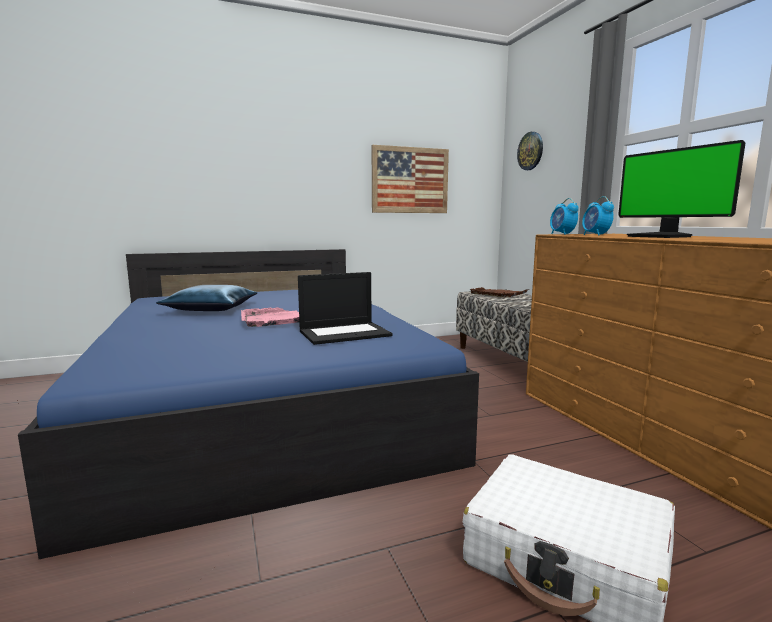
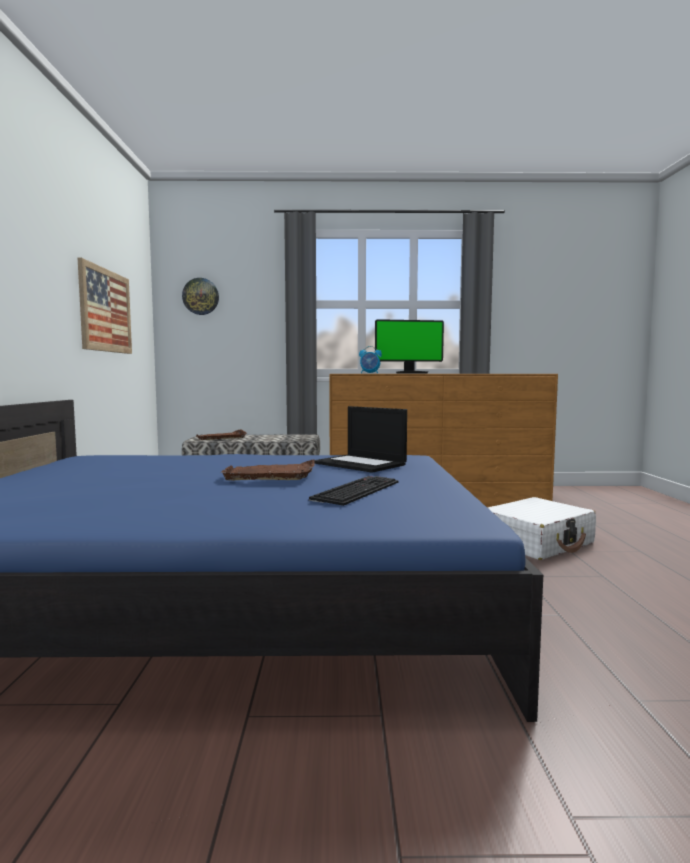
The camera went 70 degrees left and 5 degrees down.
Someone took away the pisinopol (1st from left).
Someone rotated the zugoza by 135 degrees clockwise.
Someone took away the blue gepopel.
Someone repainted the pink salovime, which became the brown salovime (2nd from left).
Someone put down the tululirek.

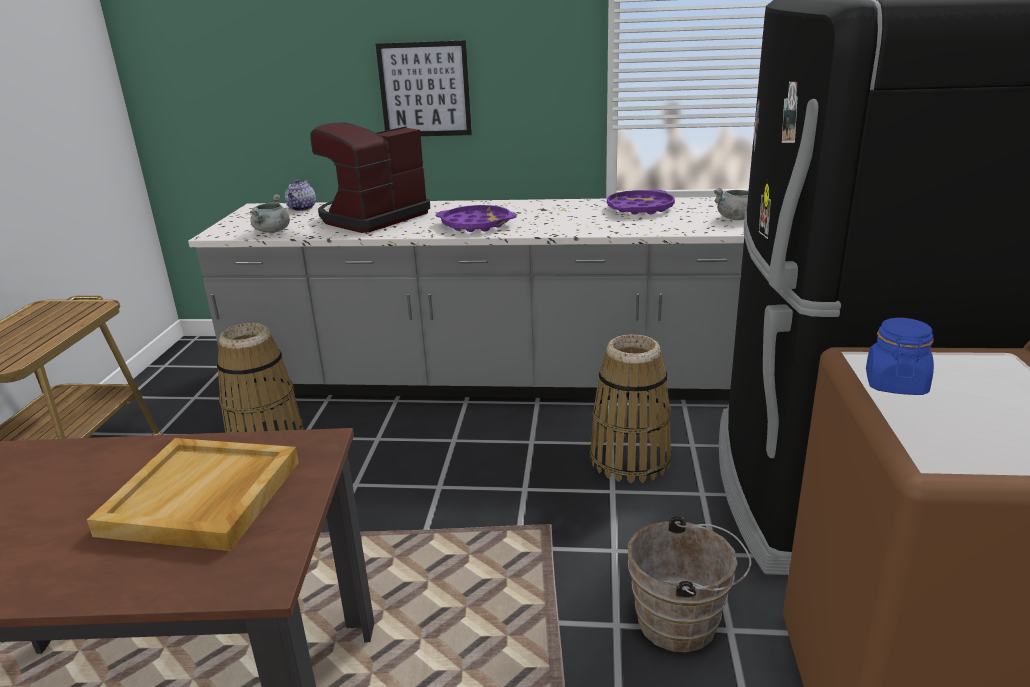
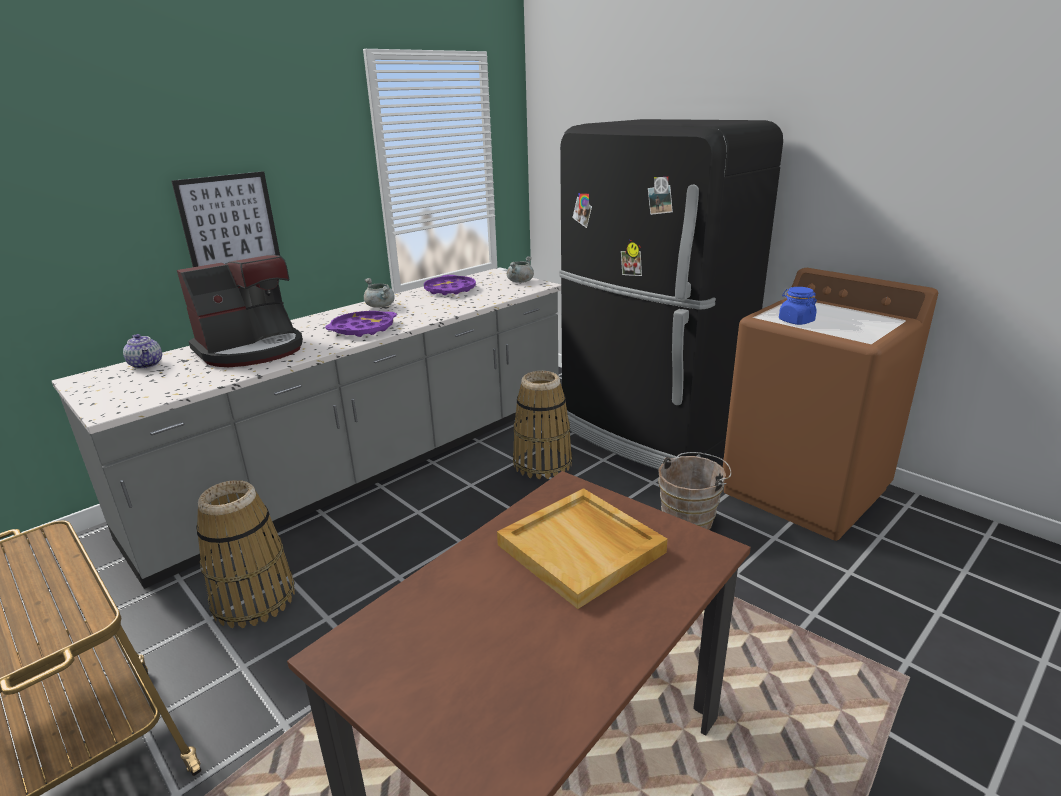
The camera went 50 degrees left and 0 degrees up.
Someone rotated the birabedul by 120 degrees counterclockwise.
Someone carried the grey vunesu (1st from left).

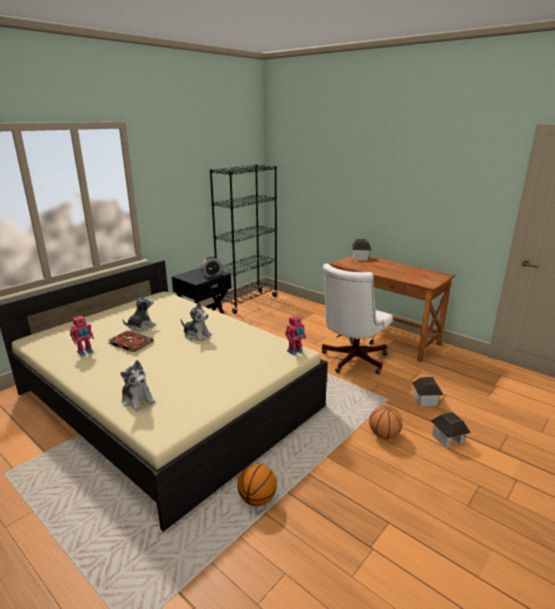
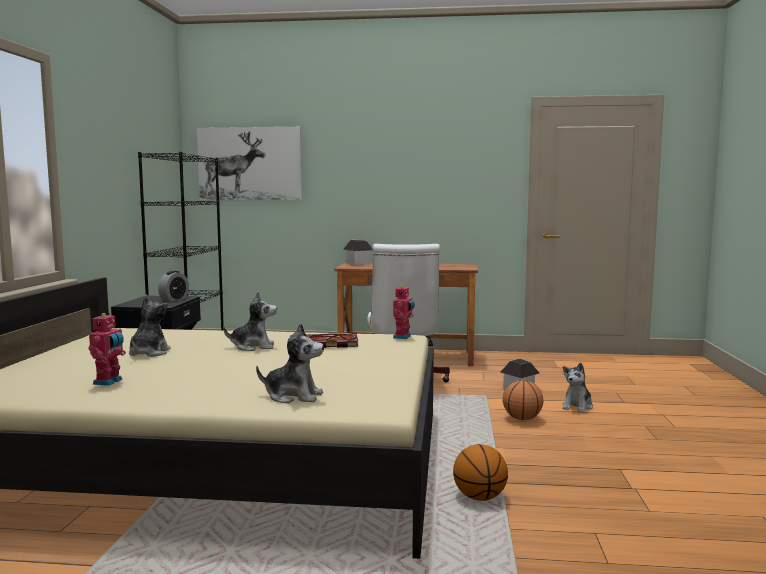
The camera went 35 degrees left and 15 degrees down.
Someone carried the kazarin.
Someone swapped the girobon (3rd from left) for the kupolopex (4th from left).
Someone put up the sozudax.

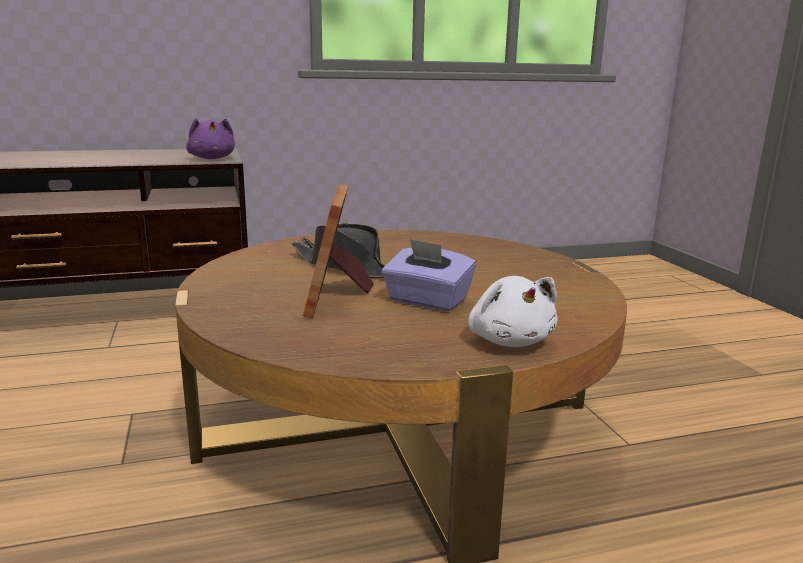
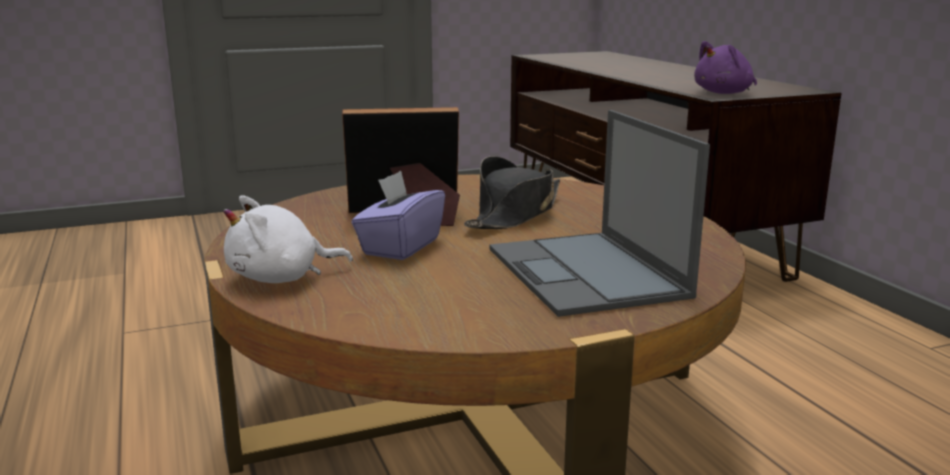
The camera went 85 degrees right and 0 degrees up.
Someone put down the zugoza.

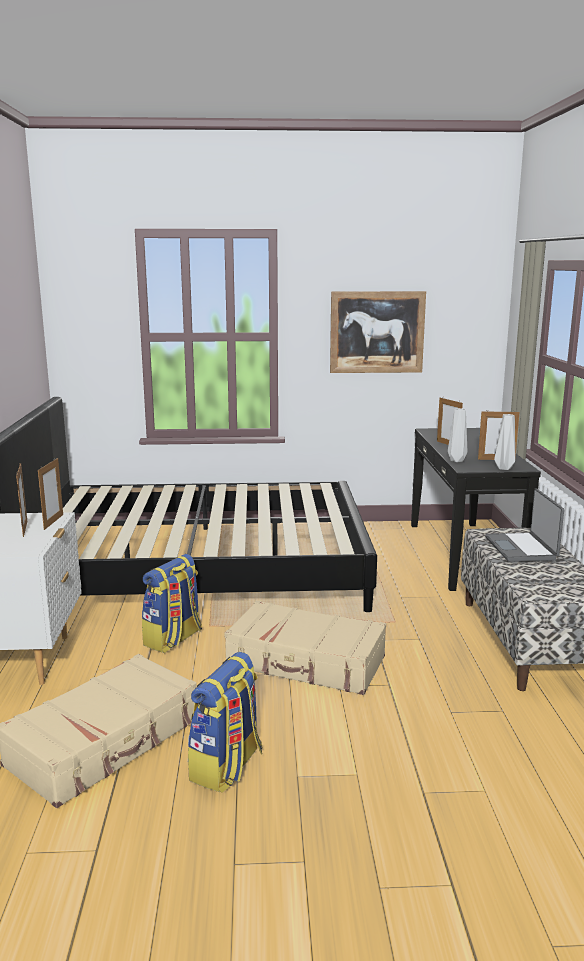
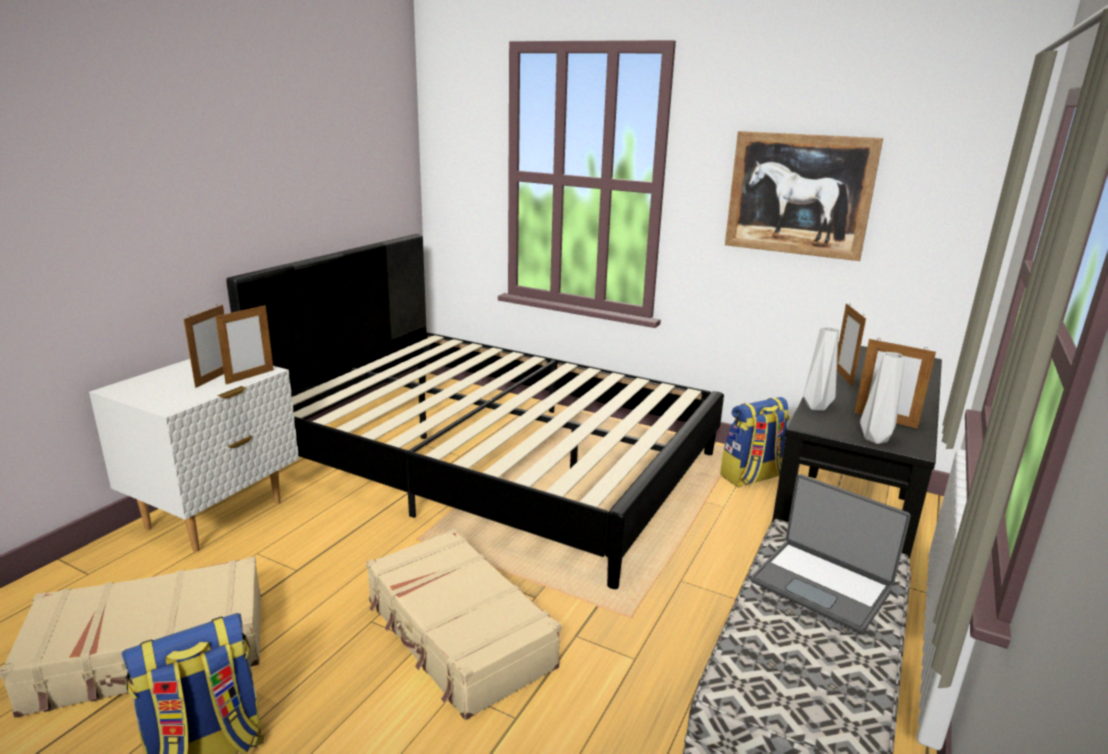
The camera went 30 degrees right and 5 degrees up.
Someone rotated the zugoza by 75 degrees counterclockwise.
Someone carried the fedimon (1st from left in the first image).

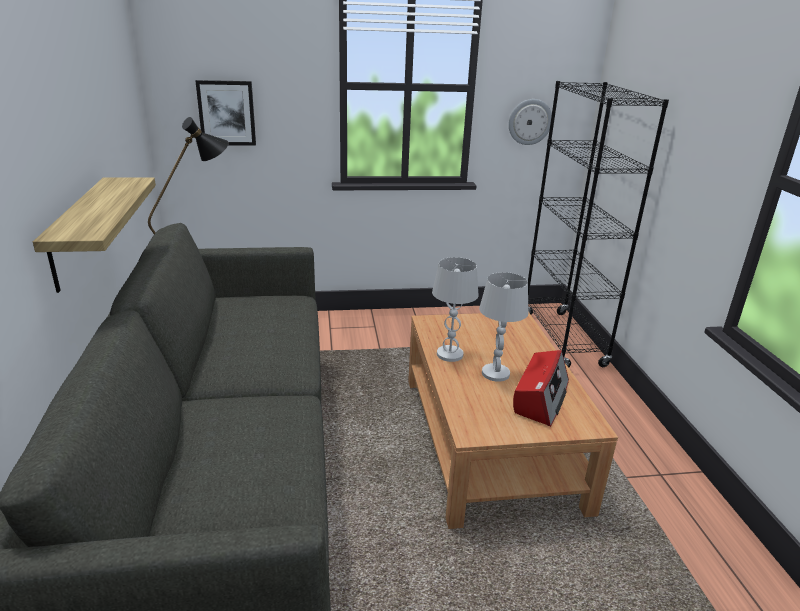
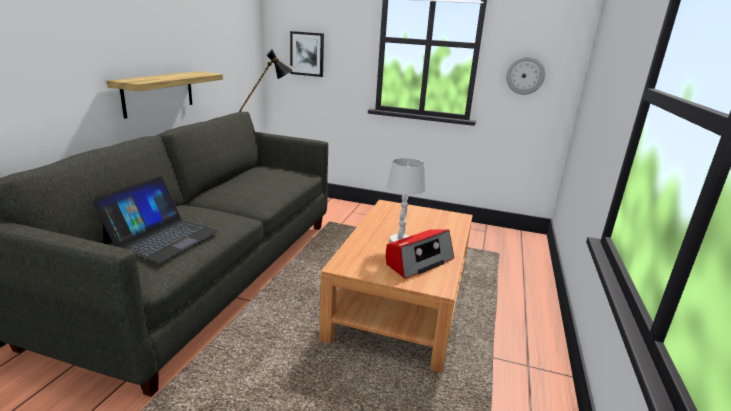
The camera went 25 degrees right and 5 degrees down.
Someone took away the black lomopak.
Someone took away the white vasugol (1st from left).
Someone put down the zugoza.

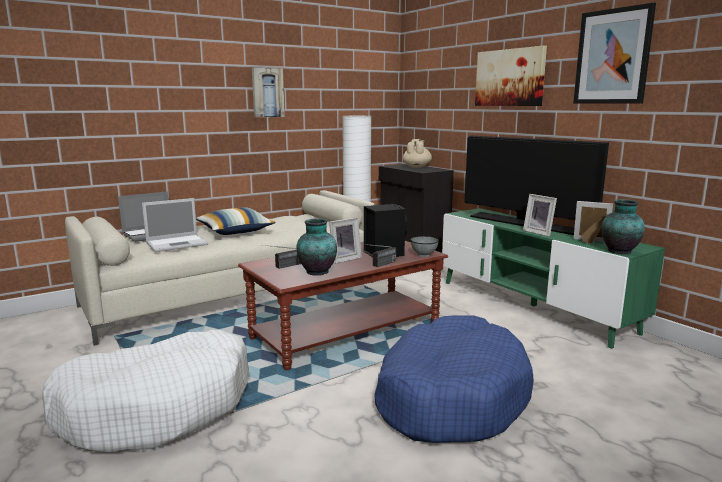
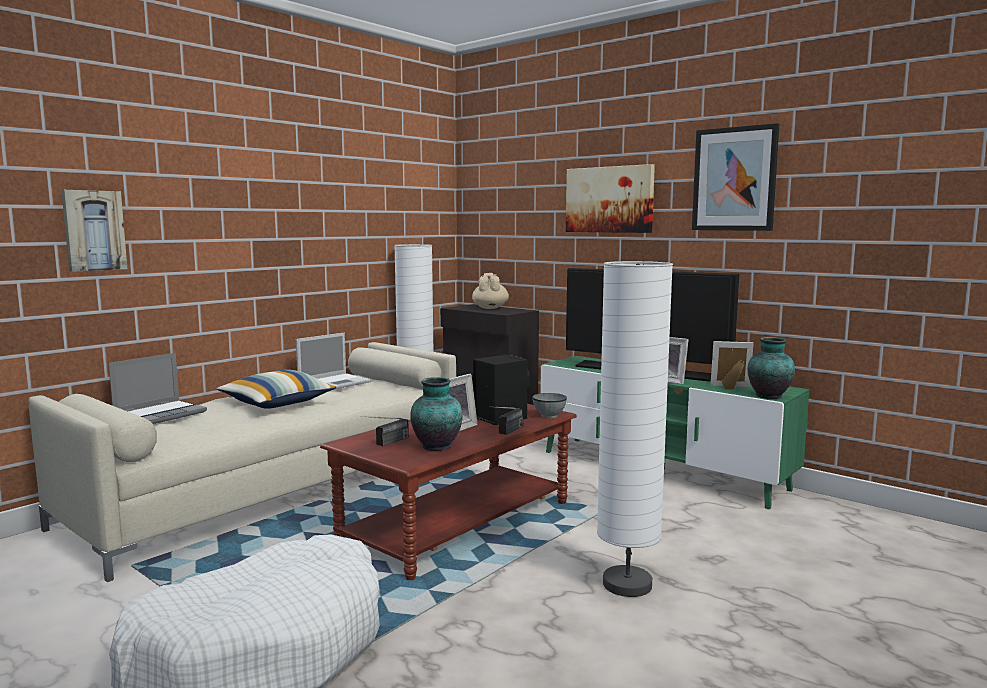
The camera went 15 degrees left and 5 degrees down.
Someone carried the sozudax (1st from left).
Someone carried the zugoza (2nd from left).
Someone swapped the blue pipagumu for the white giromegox (2nd from left).

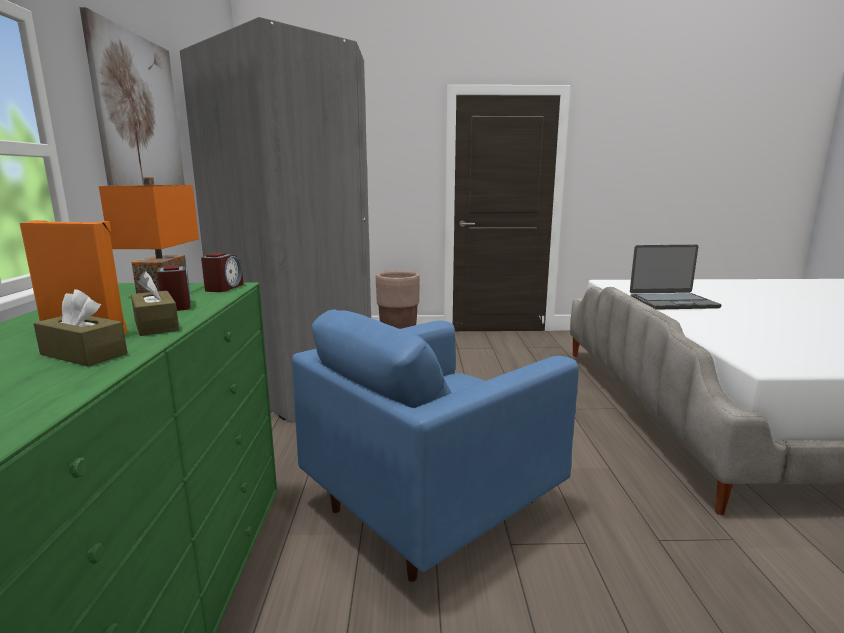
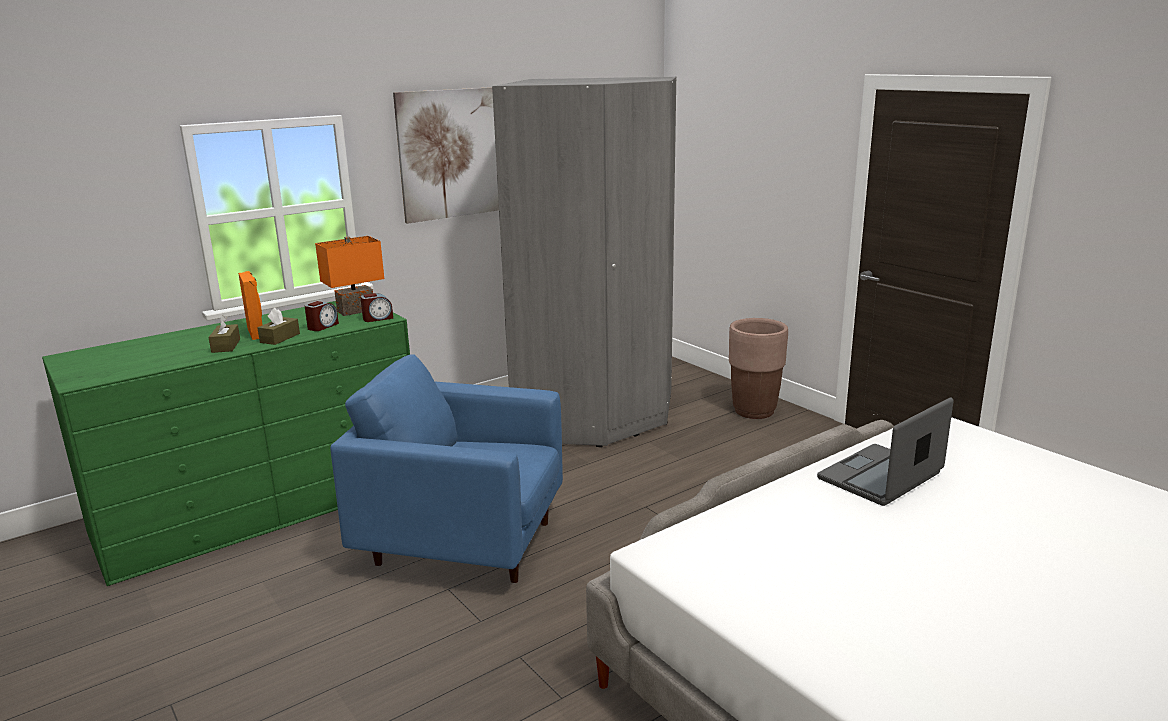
The camera went 55 degrees right and 5 degrees up.
Someone rotated the zugoza by 90 degrees clockwise.

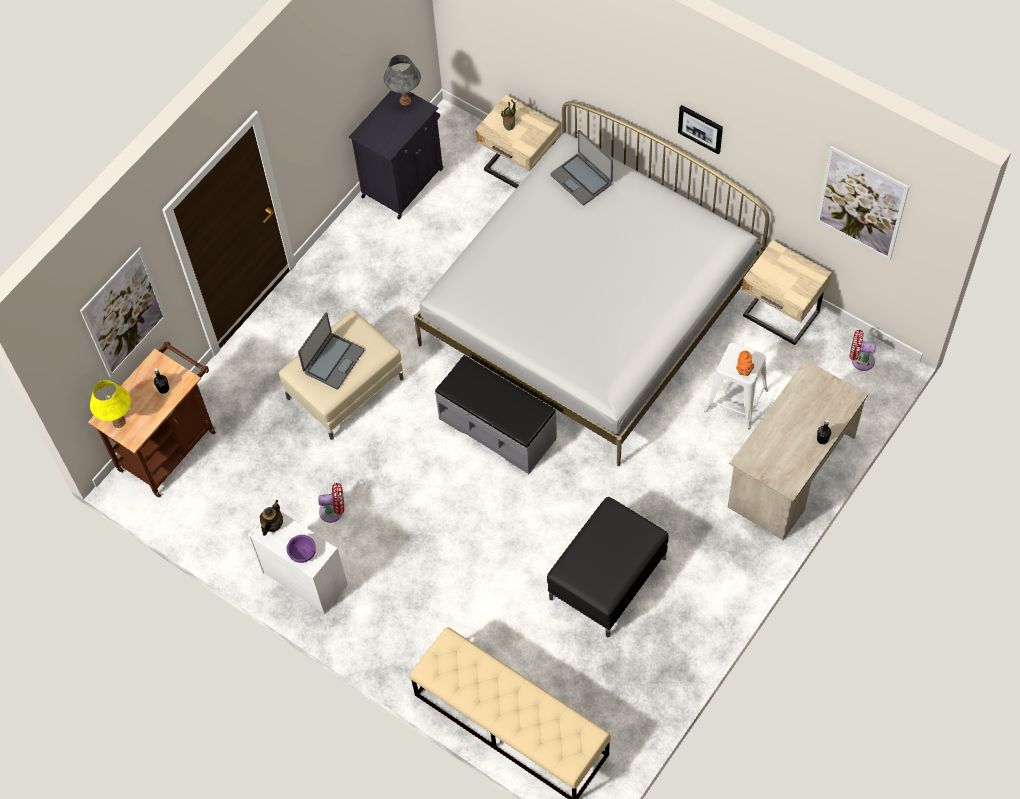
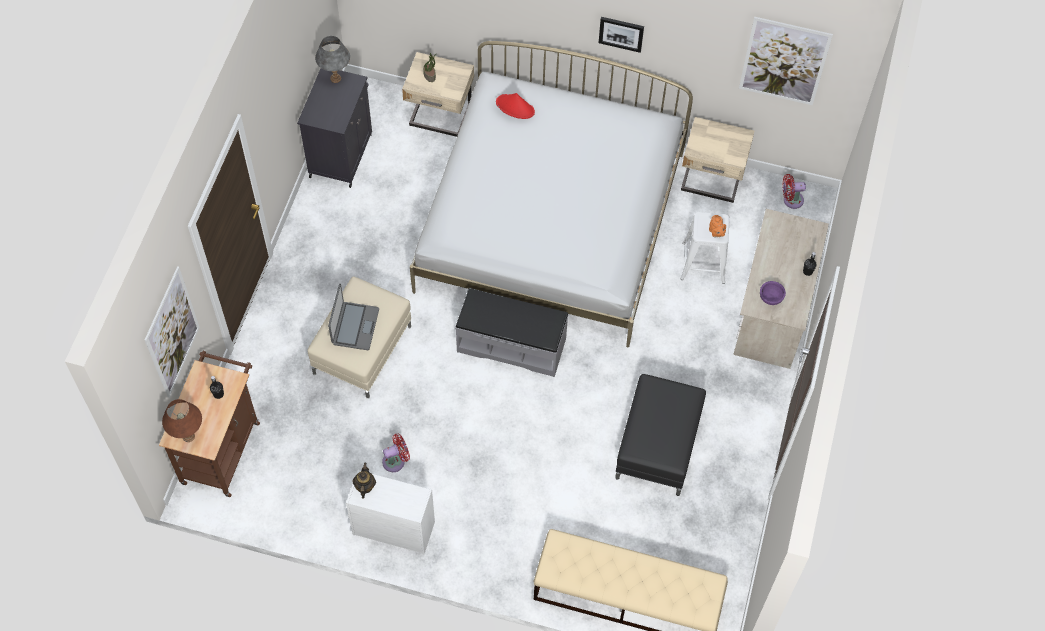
The camera went 25 degrees left and 0 degrees up.
Someone swapped the zugoza (2nd from left) for the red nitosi.
Someone repainted the yellow vasugol, which became the brown vasugol.
Someone carried the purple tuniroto.

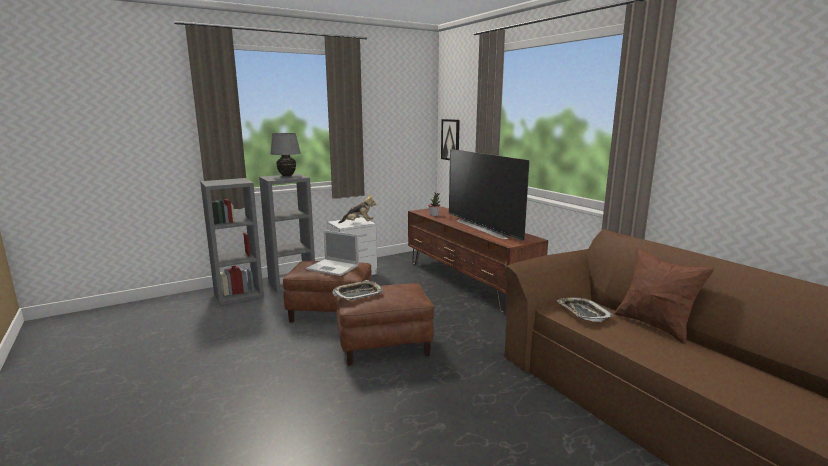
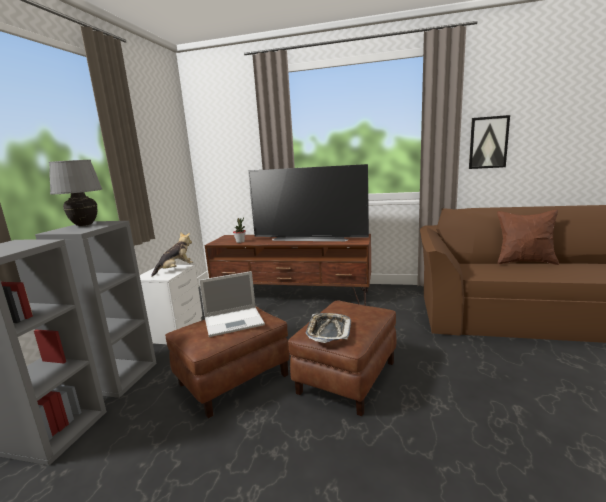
The camera went 45 degrees left and 0 degrees up.
Someone carried the sozudax.
Someone took away the salovime (2nd from left).

